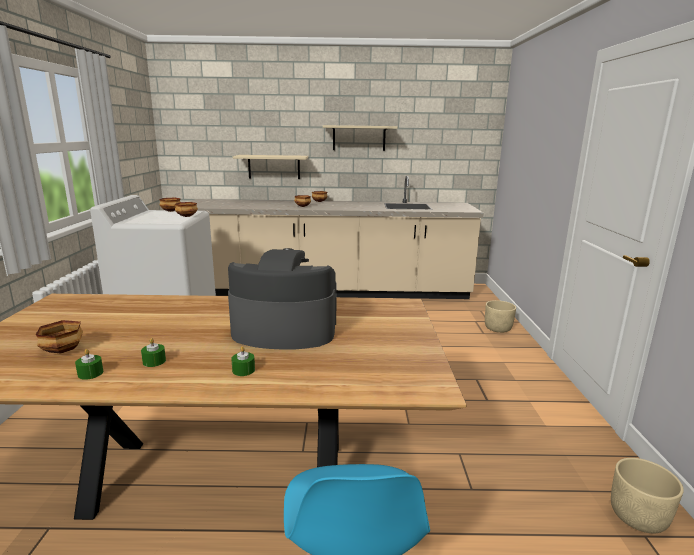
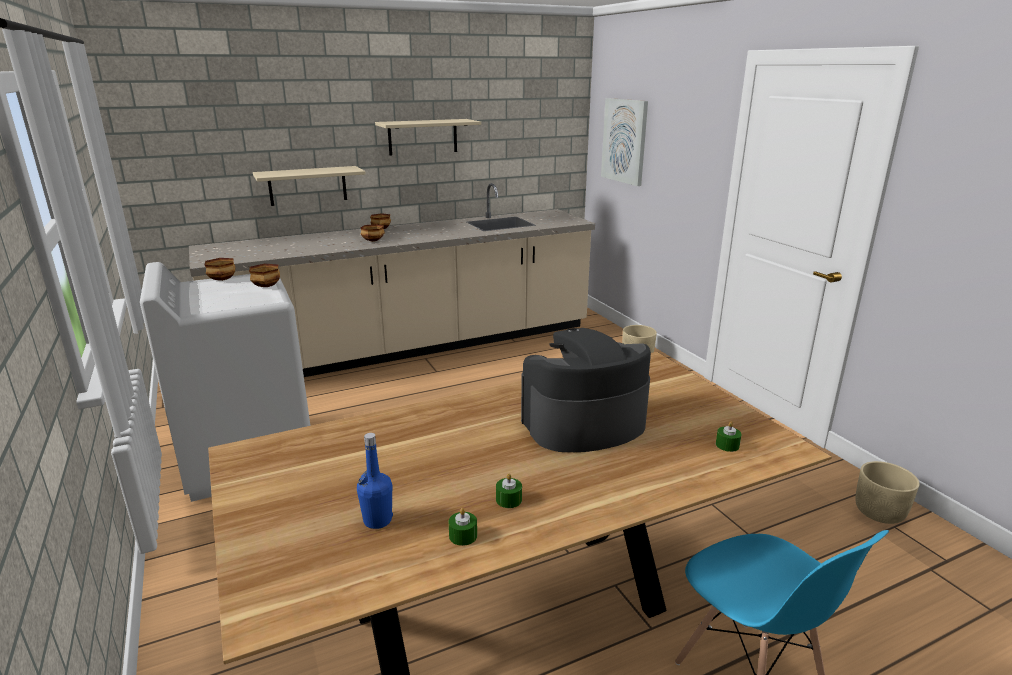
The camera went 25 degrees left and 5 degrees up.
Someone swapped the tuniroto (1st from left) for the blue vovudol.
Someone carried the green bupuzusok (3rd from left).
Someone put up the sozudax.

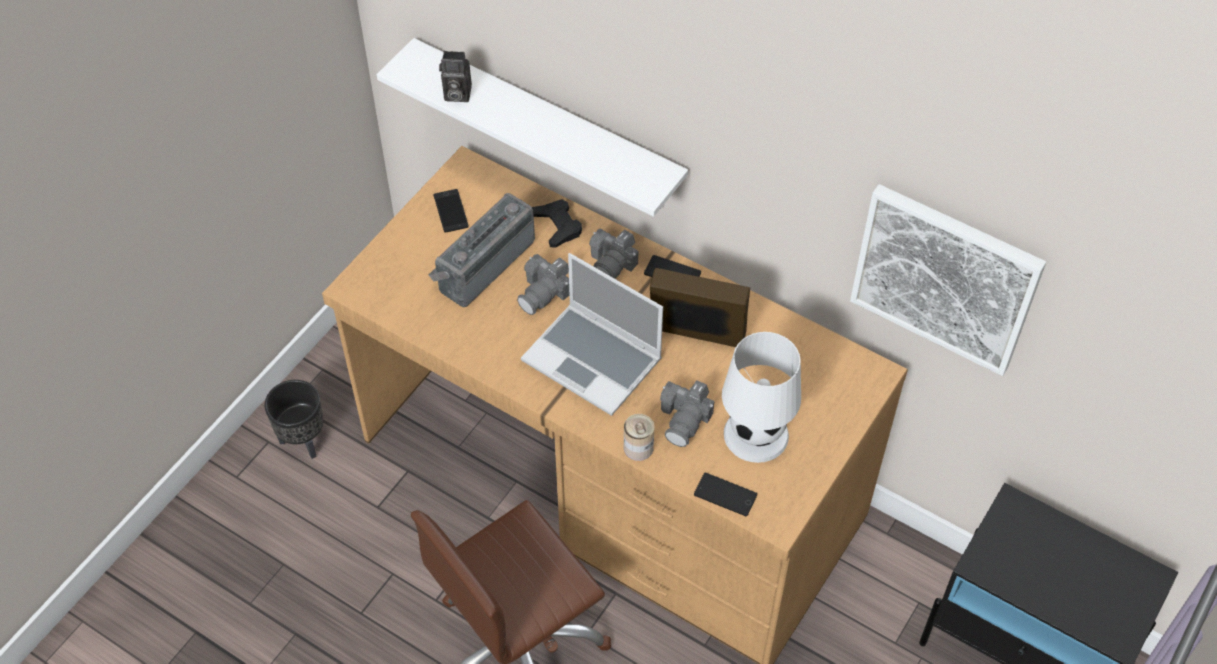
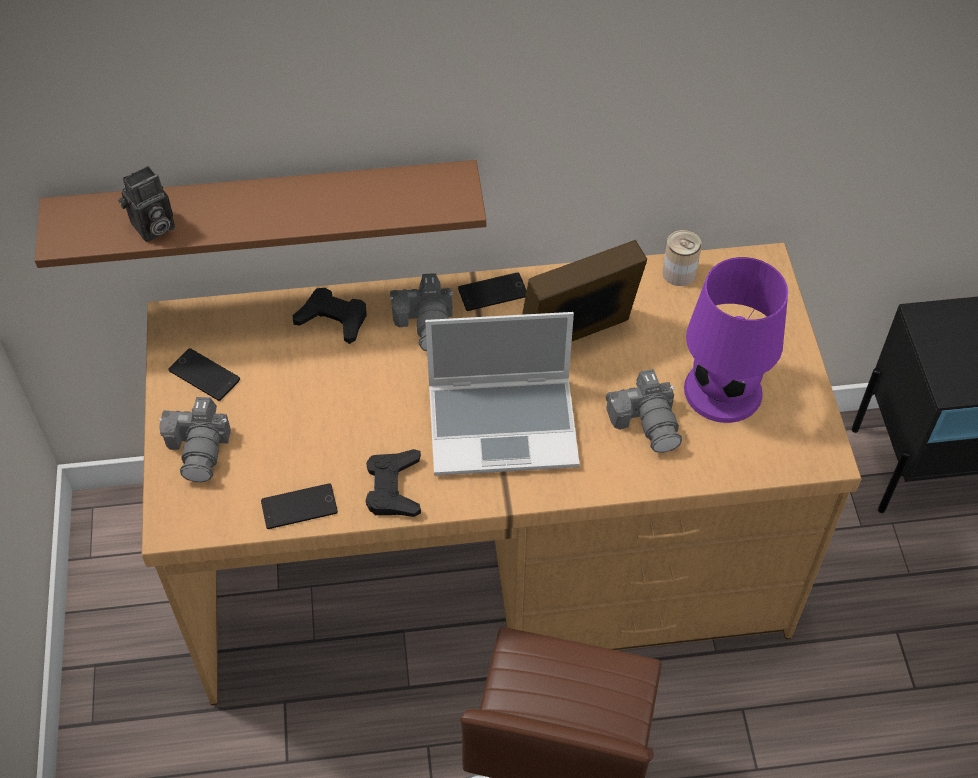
The camera went 40 degrees left and 0 degrees up.
Someone repainted the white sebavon, which became the brown sebavon.
Someone took away the sozudax.
Someone took away the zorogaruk.
Someone carried the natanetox (2nd from left).
Someone repainted the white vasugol, which became the purple vasugol.
Someone took away the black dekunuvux.
Someone carried the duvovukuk.
Someone carried the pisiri (3rd from left in the first image).
Someone put down the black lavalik (2nd from left).

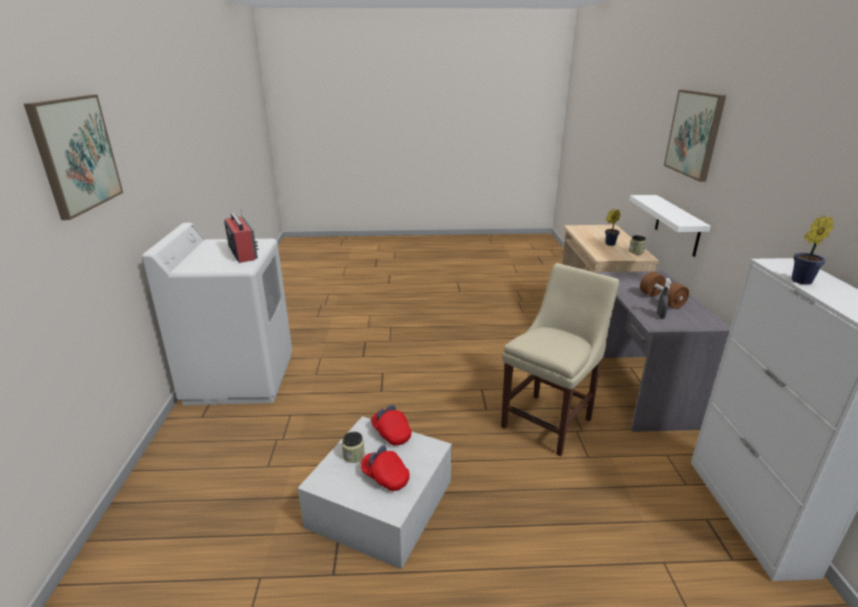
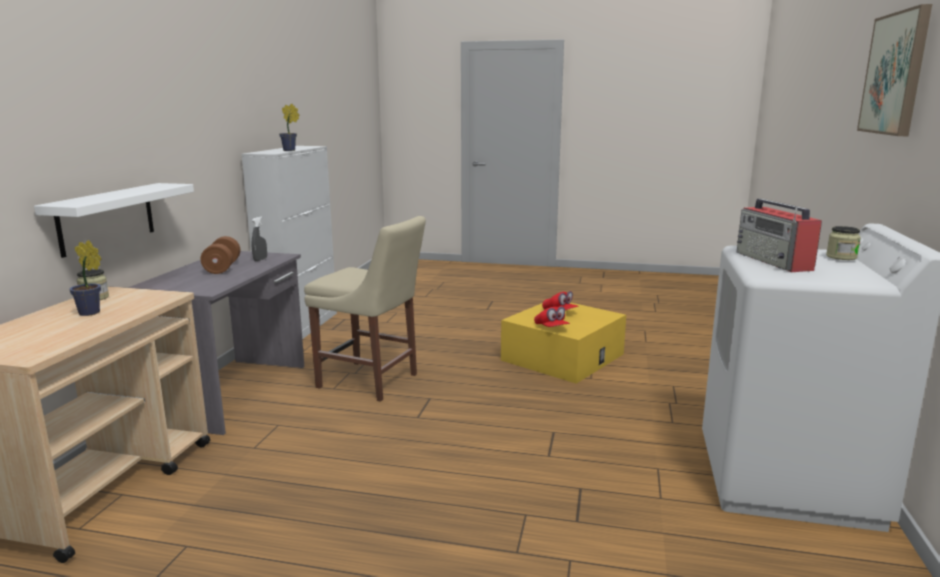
The camera went 165 degrees left and 10 degrees down.
Someone took away the sozudax (2nd from left).
Someone rotated the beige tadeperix by 120 degrees counterclockwise.
Someone repainted the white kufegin, which became the yellow kufegin.
Someone carried the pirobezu (1st from left in the first image).

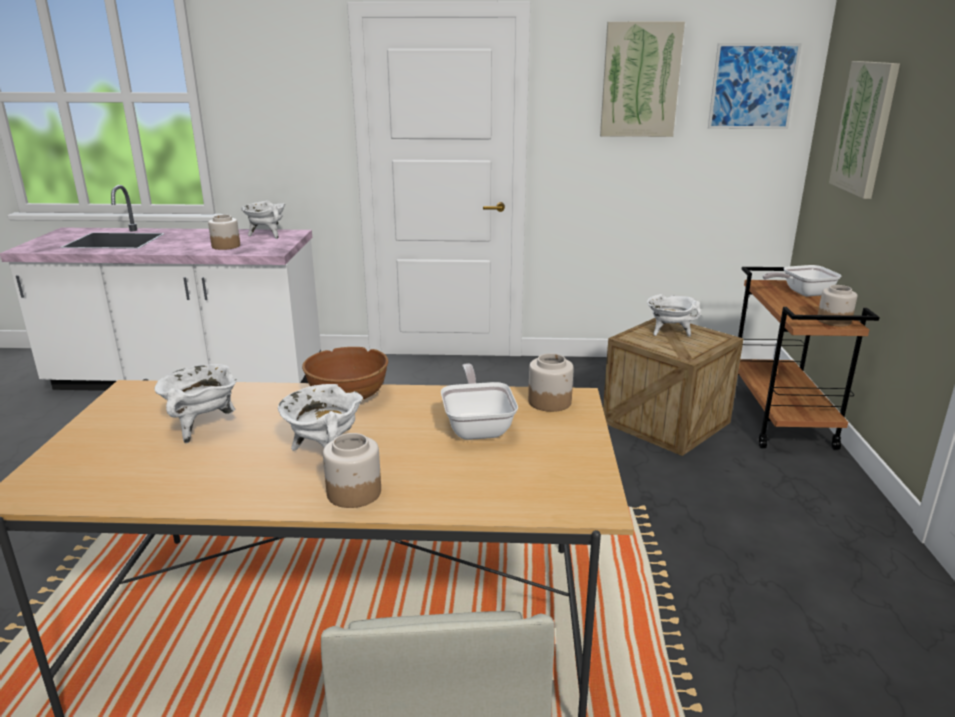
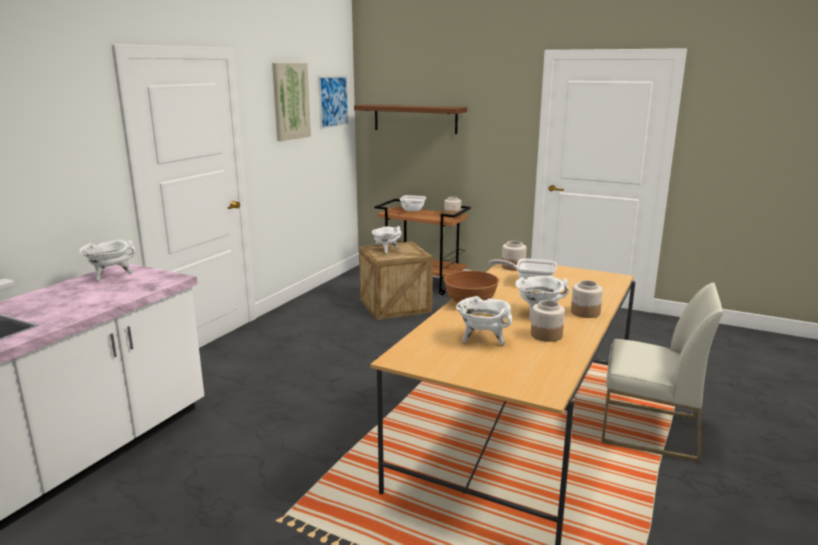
The camera went 65 degrees left and 5 degrees down.
Someone swapped the sozudax (3rd from left) for the brown sebavon.
Someone carried the pirobezu (1st from left in the first image).

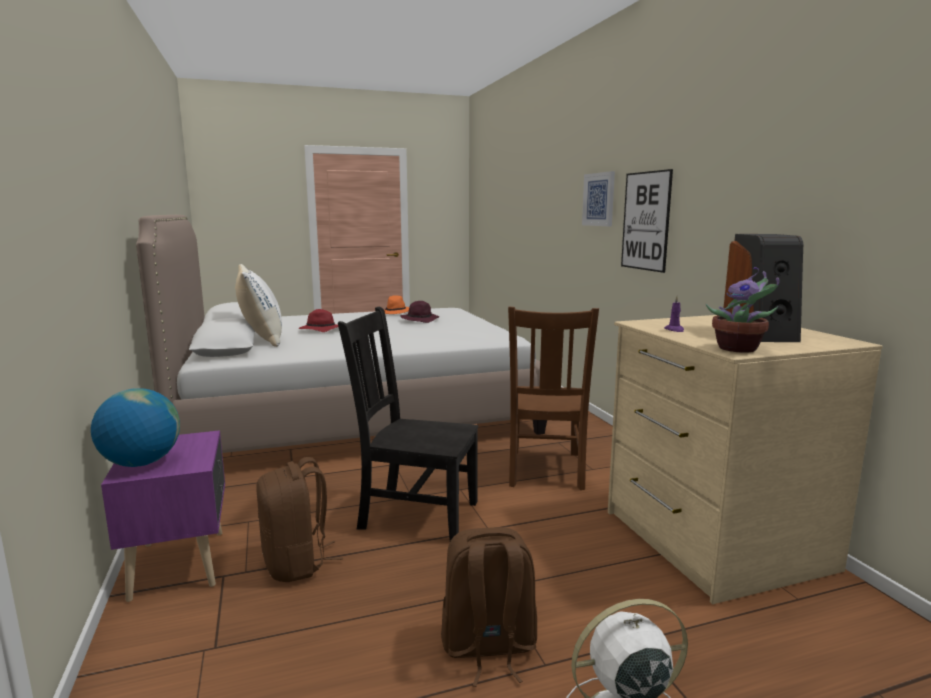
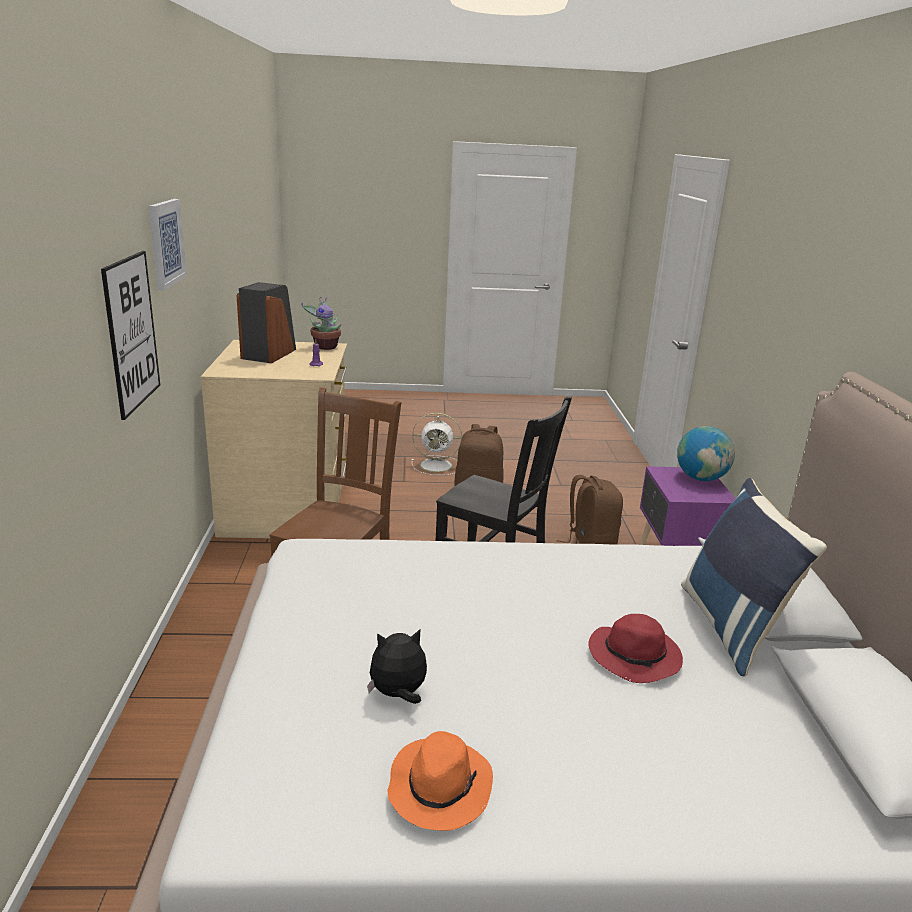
The camera went 165 degrees left and 10 degrees up.
Someone carried the sozudax (1st from left in the first image).
Someone repainted the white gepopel, which became the blue gepopel.
Someone swapped the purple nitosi for the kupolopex.

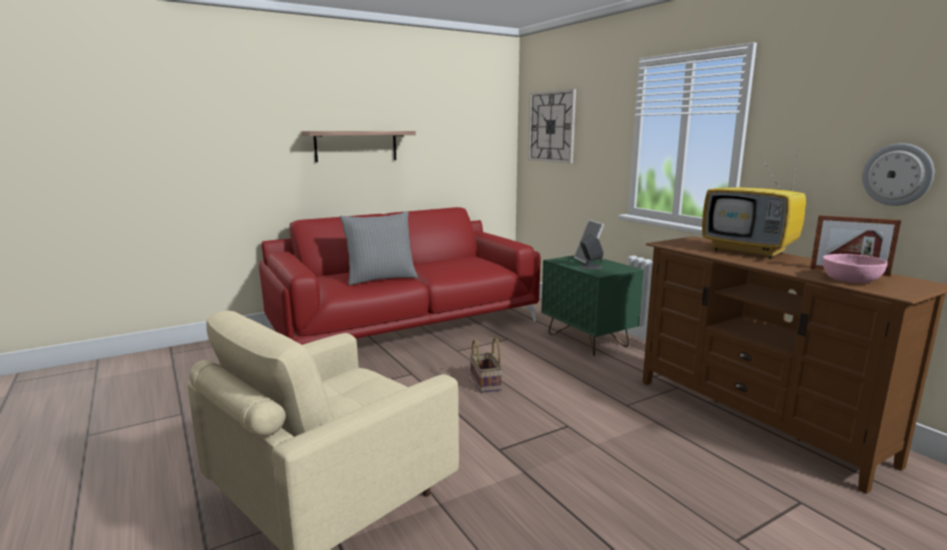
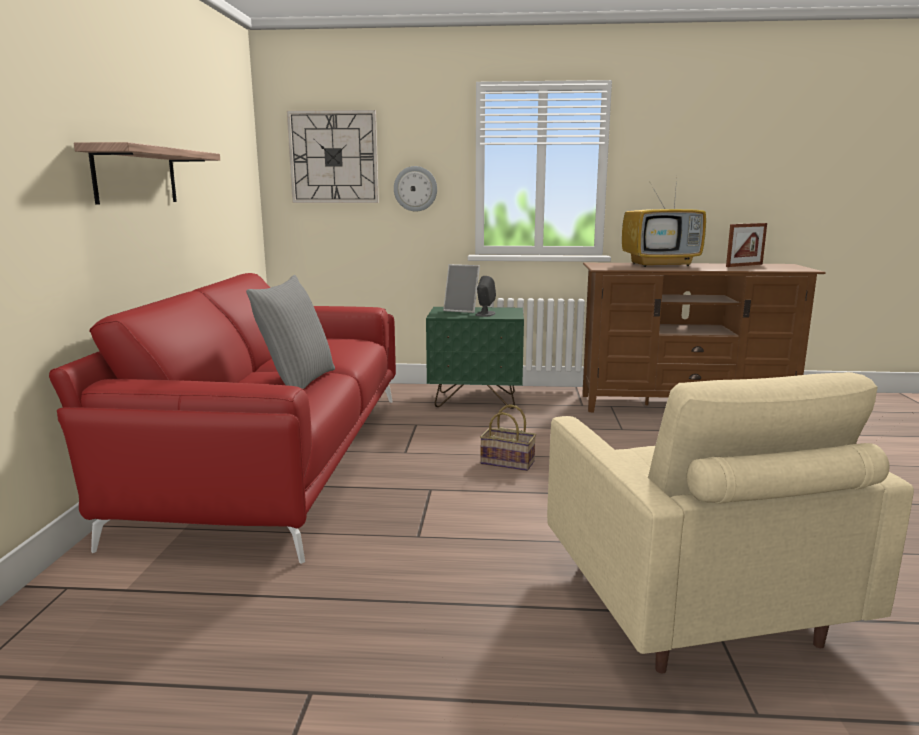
The camera went 55 degrees left and 0 degrees up.
Someone carried the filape (2nd from left).
Someone took away the pink tuniroto.

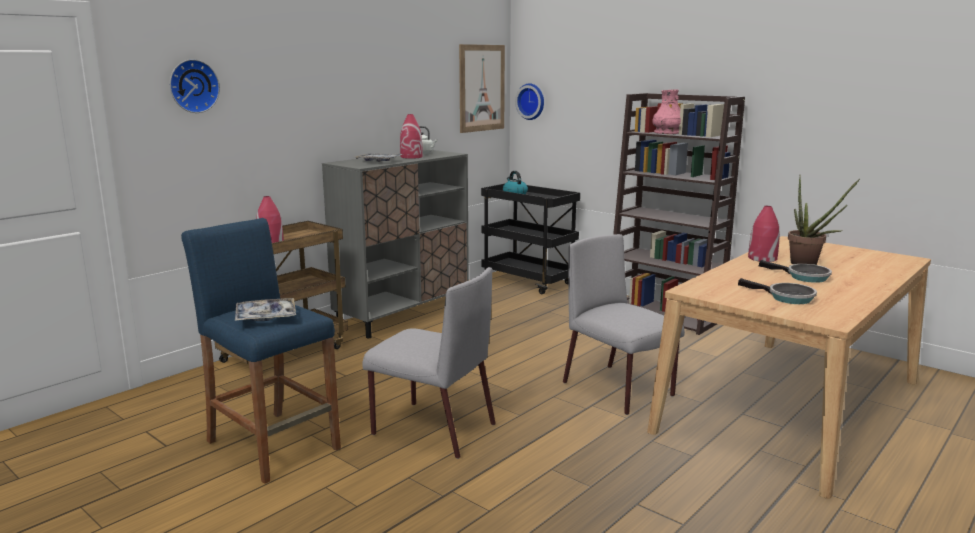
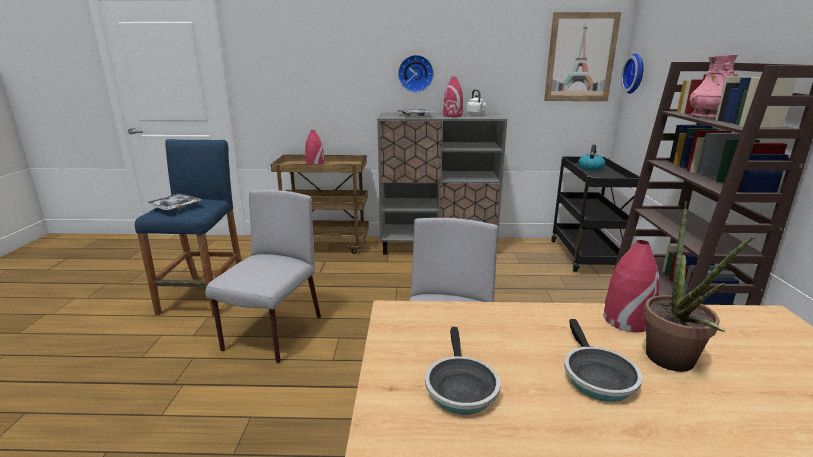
The camera went 50 degrees right and 5 degrees up.
Someone carried the filape (1st from left).
Someone rotated the grey tadeperix (1st from left) by 150 degrees counterclockwise.

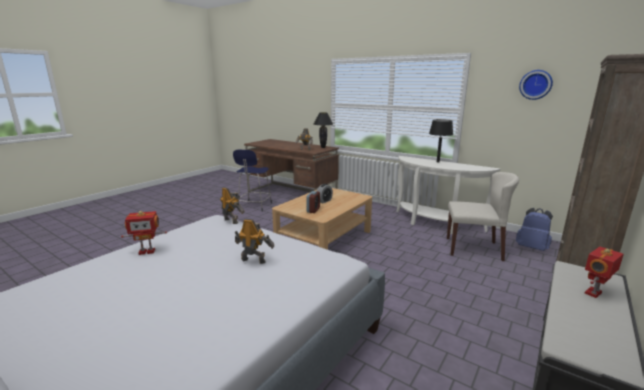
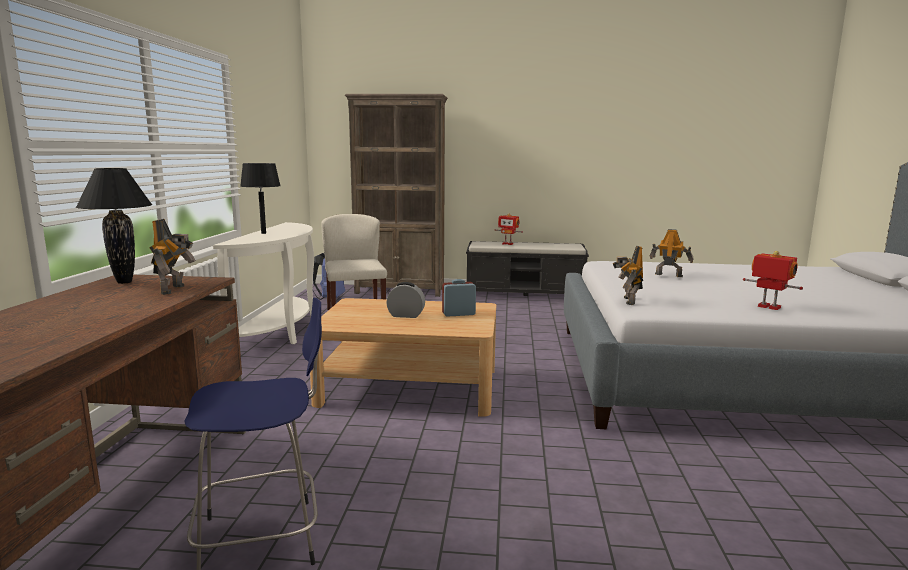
The camera went 120 degrees left and 5 degrees down.
Someone took away the filape.
Someone rotated the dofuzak (3rd from left in the first image) by 135 degrees clockwise.

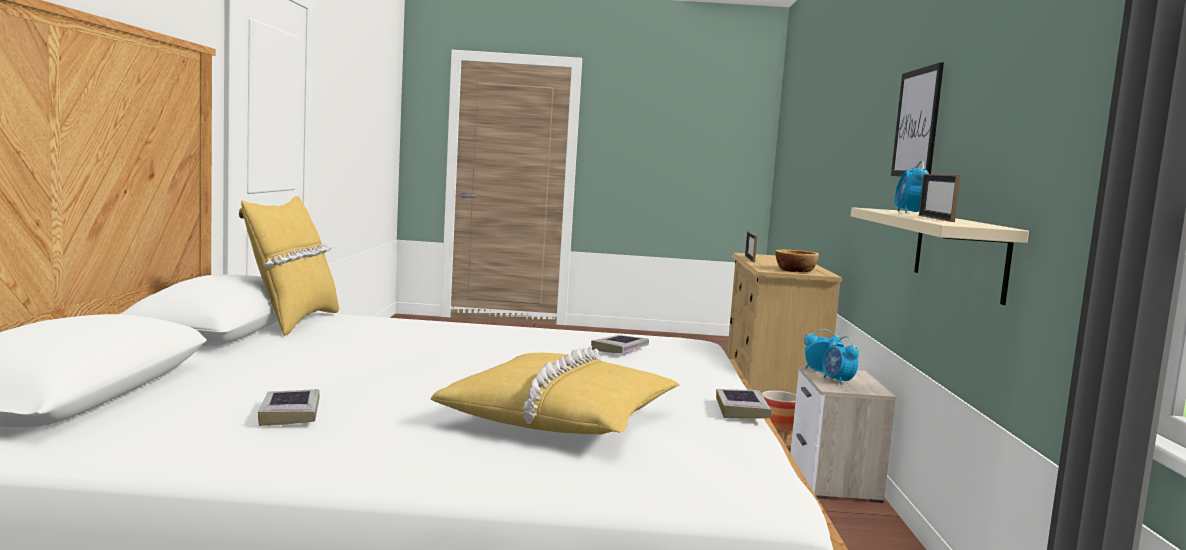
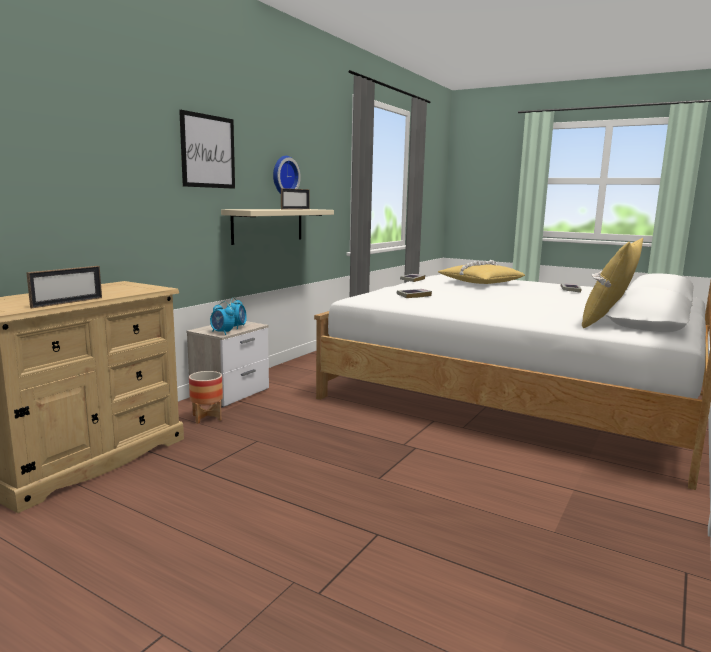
The camera went 150 degrees left and 5 degrees up.
Someone took away the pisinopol (3rd from left).
Someone took away the tuniroto.
Someone put up the filape.

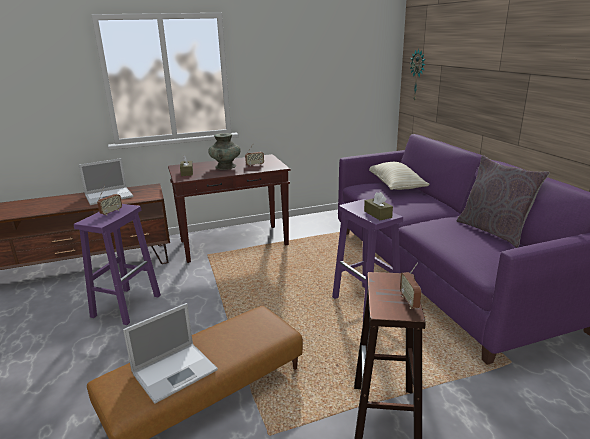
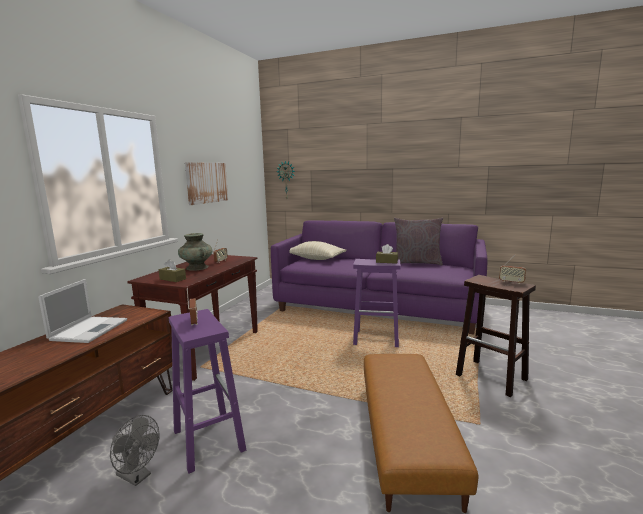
The camera went 50 degrees left and 10 degrees down.
Someone took away the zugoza (2nd from left).
Someone put up the sozudax.
Someone put down the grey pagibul.

